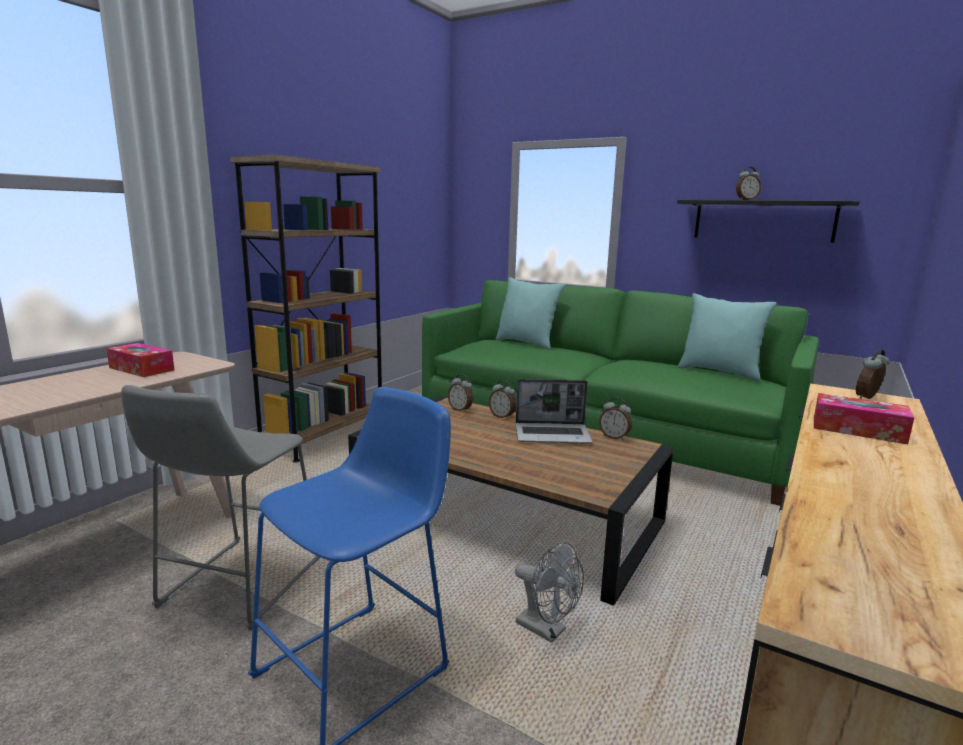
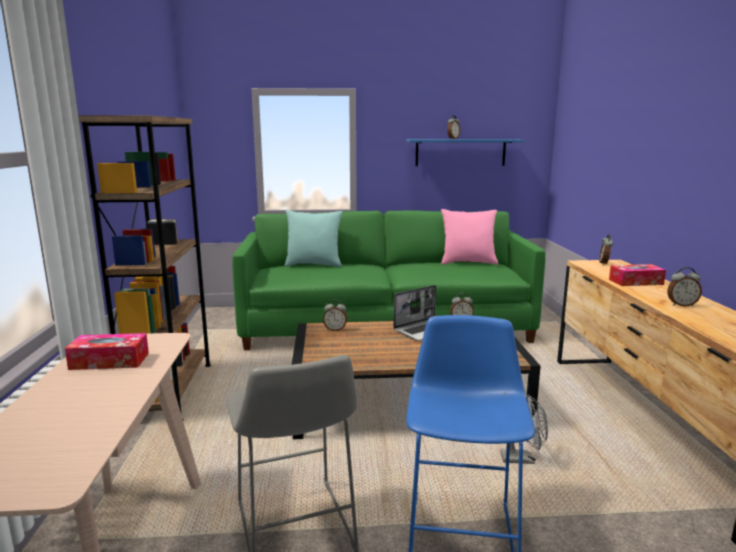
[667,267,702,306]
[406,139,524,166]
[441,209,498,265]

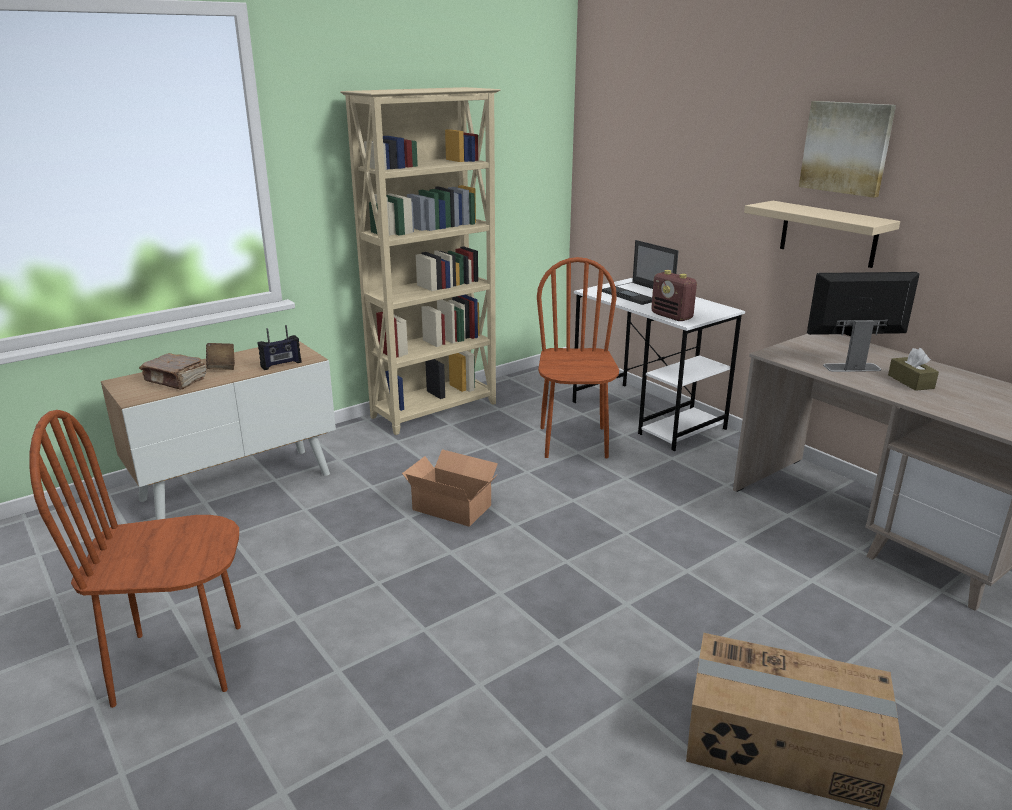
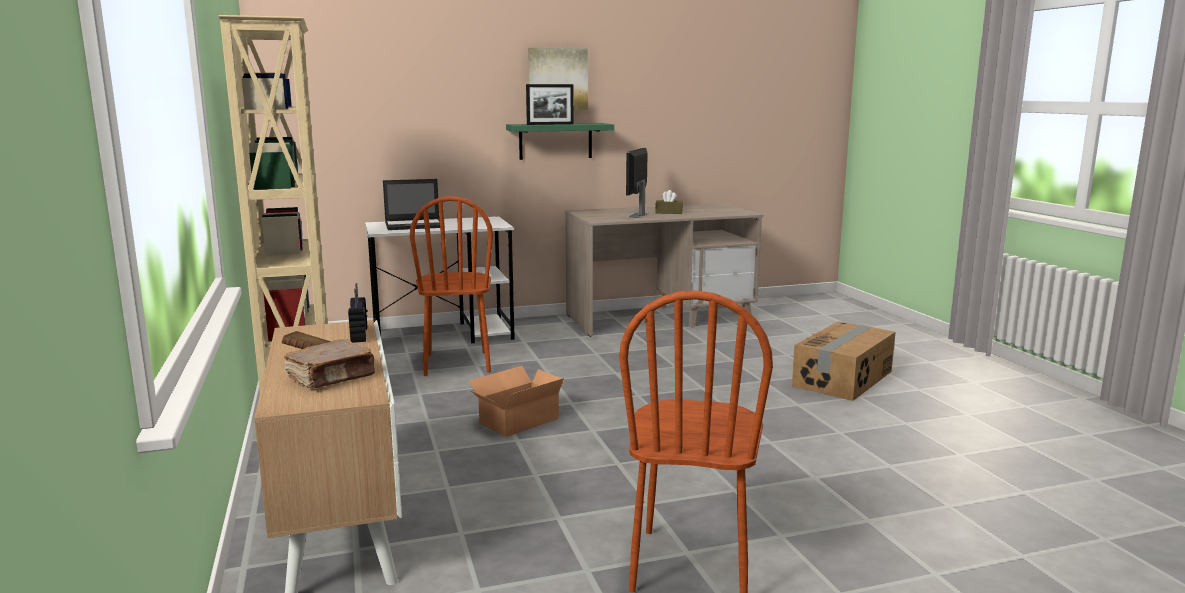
[410,196,493,376]
[651,270,697,321] (first image)
[506,123,614,160]
[526,84,574,125]

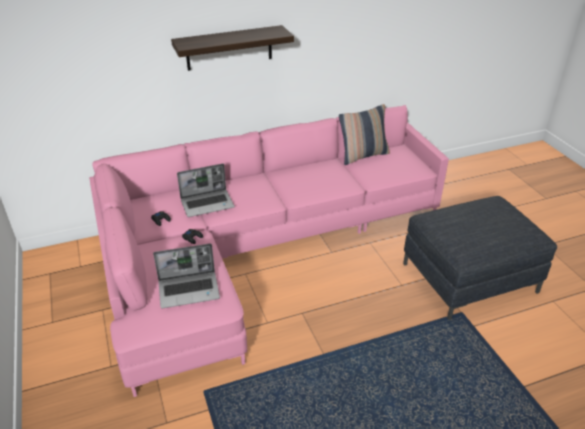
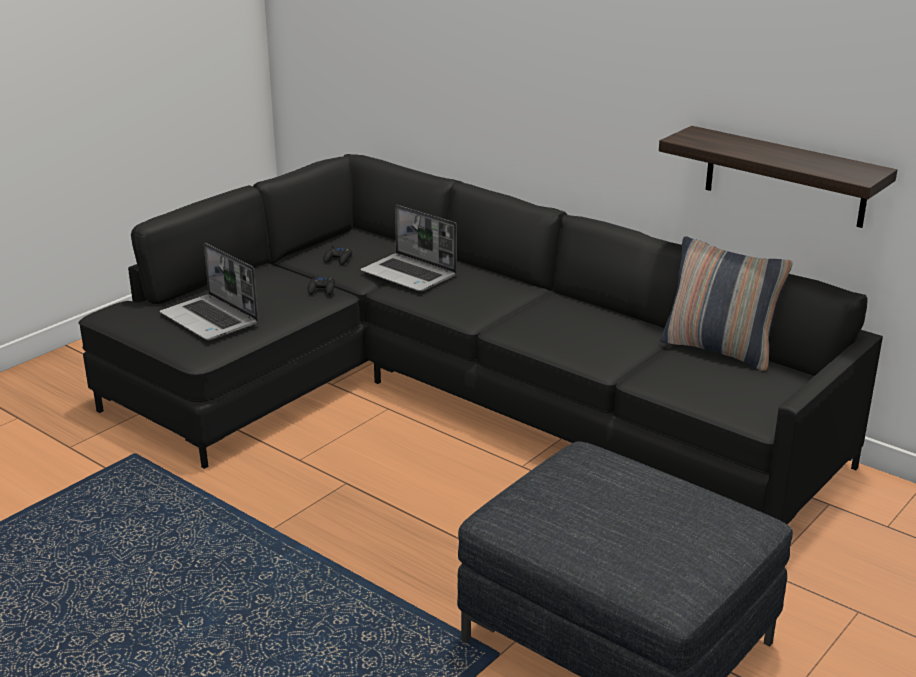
[78,154,883,525]
[659,126,897,228]

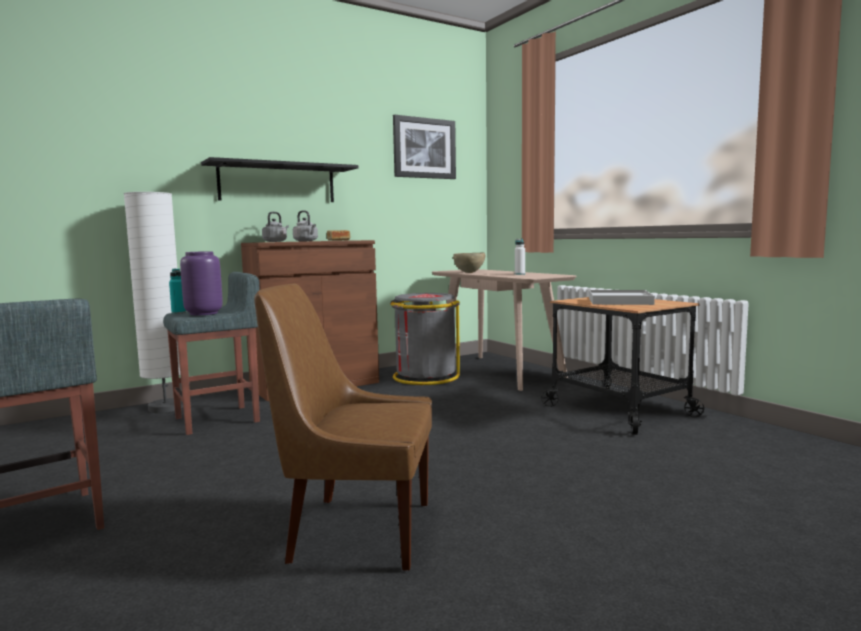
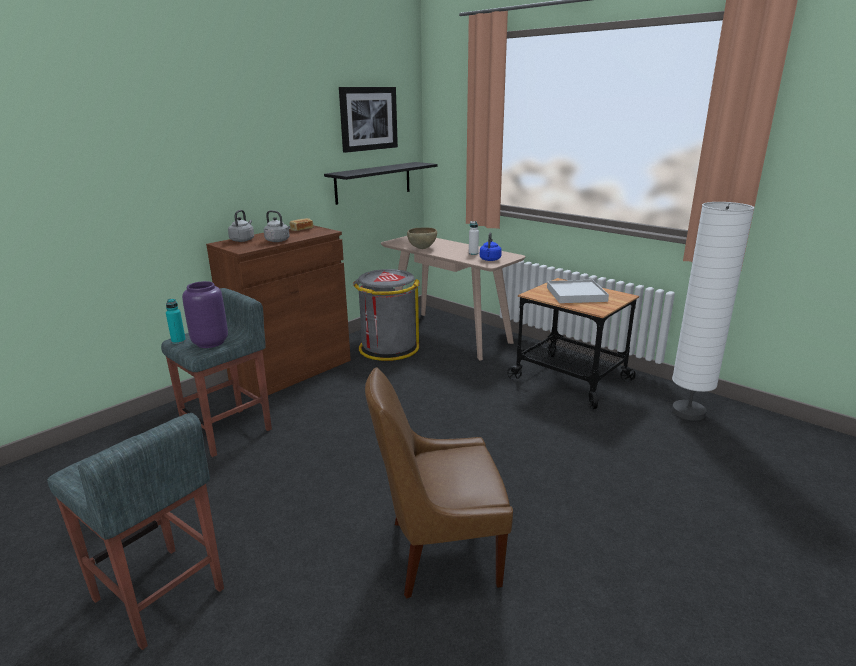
[672,202,754,421]
[324,162,437,205]
[480,232,502,261]

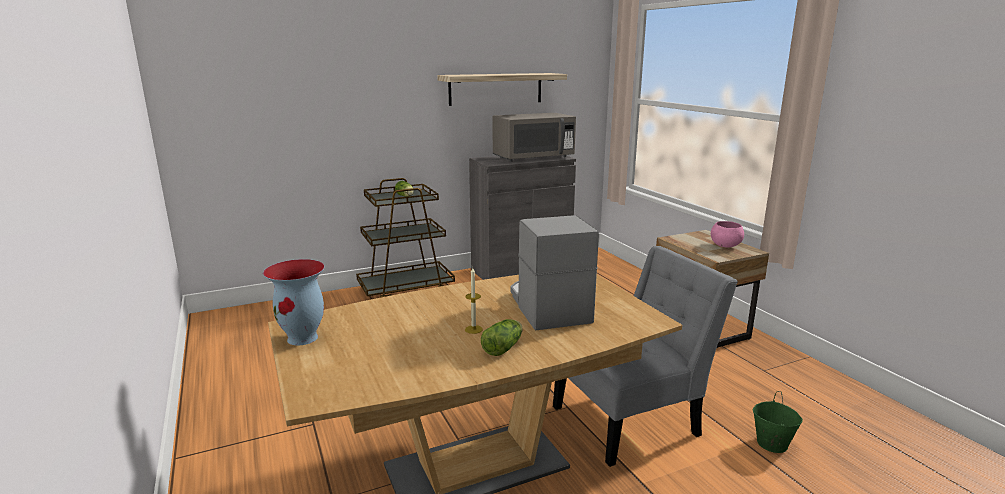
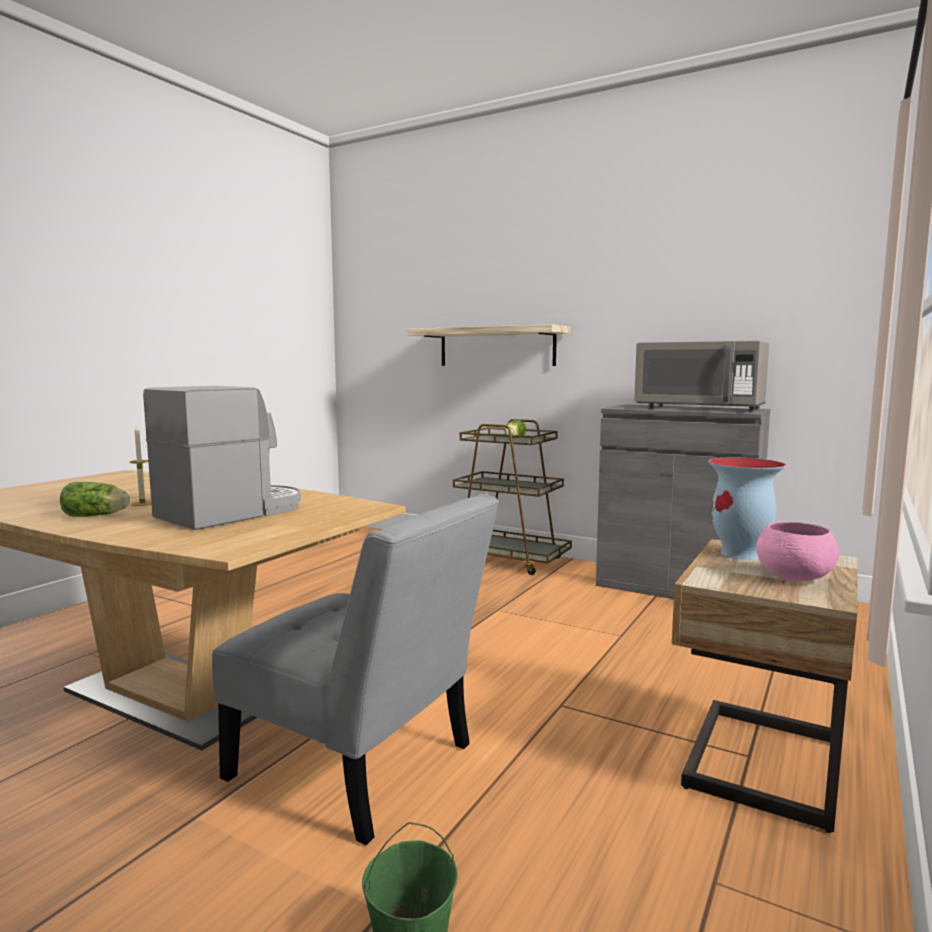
[708,457,786,560]
[407,324,570,366]

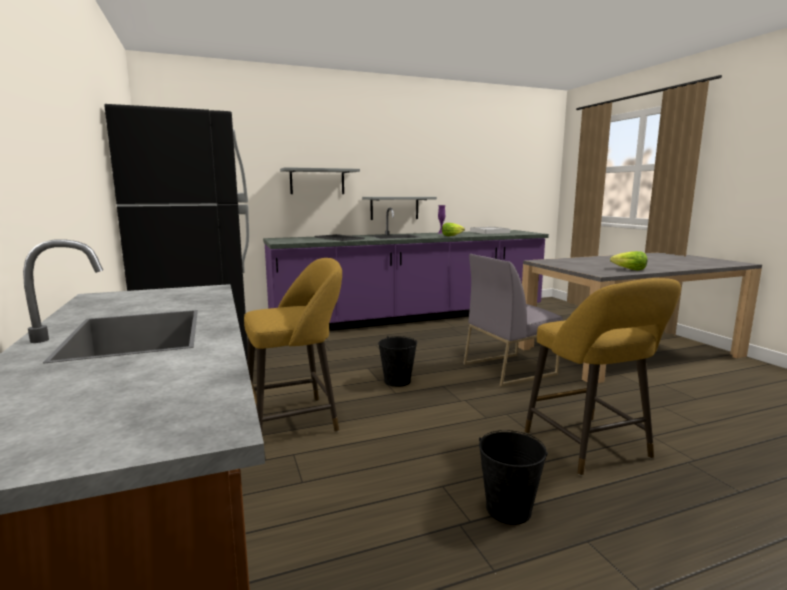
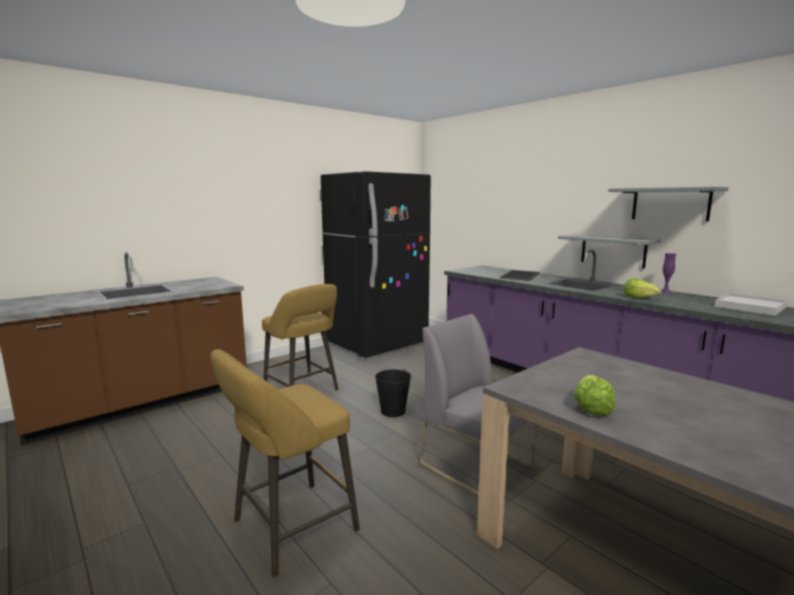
[608,187,729,221]
[479,430,548,525] (first image)

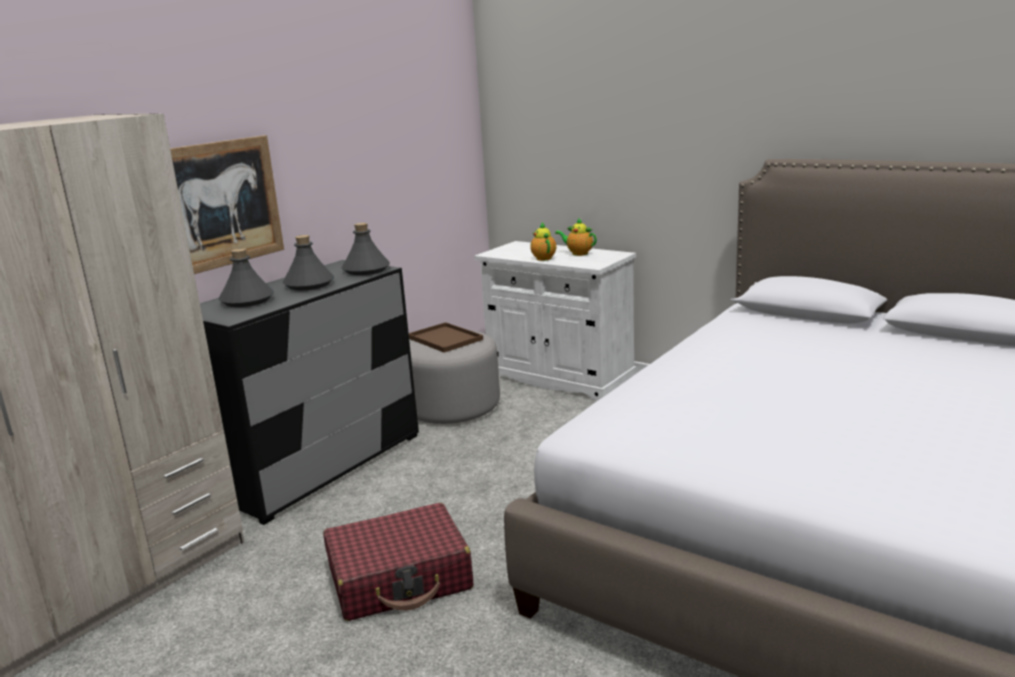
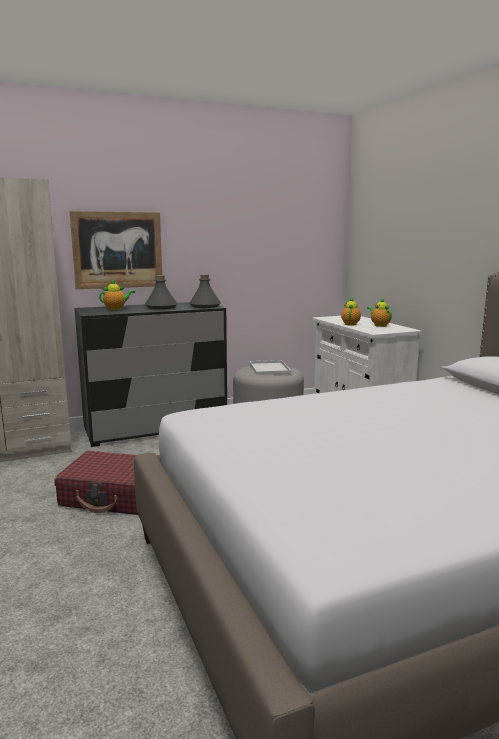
[99,279,135,310]
[250,360,291,375]

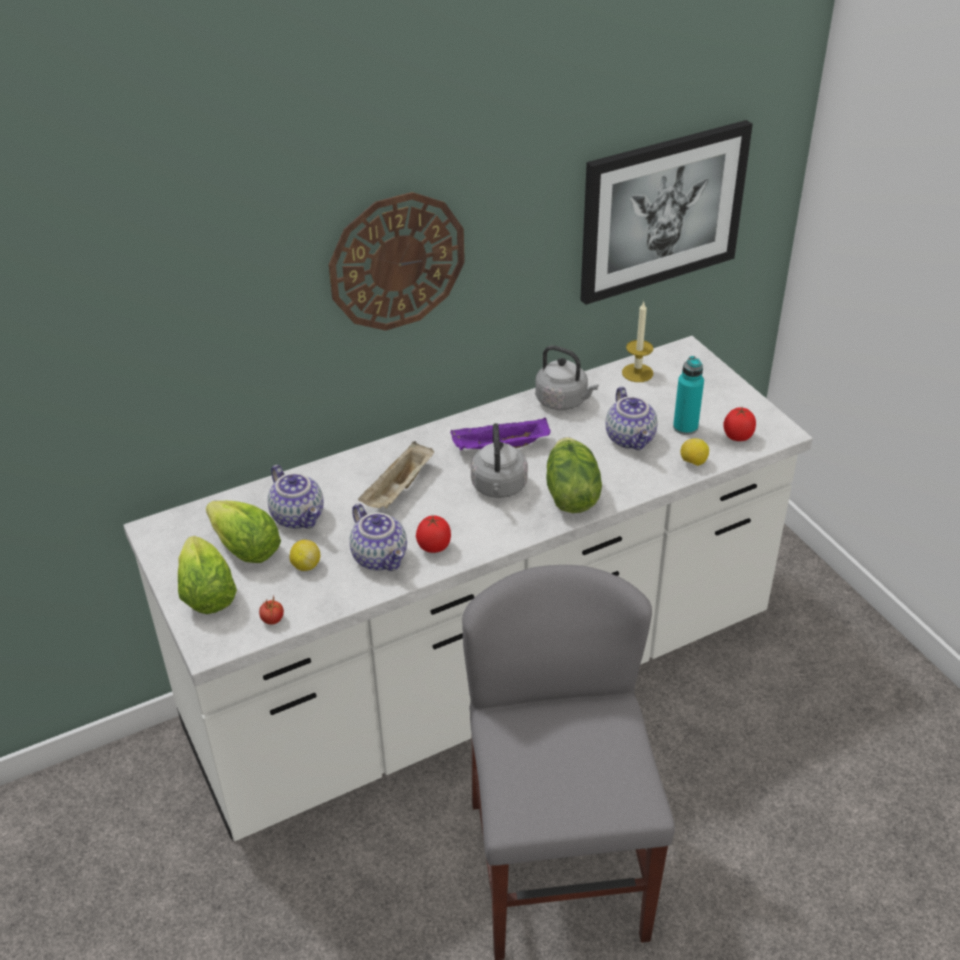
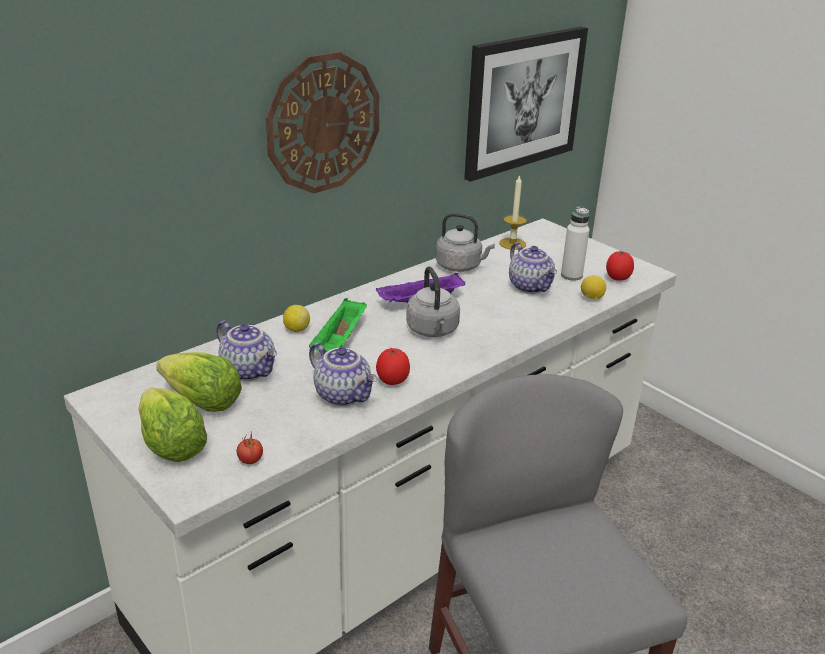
[283,305,310,332]
[309,298,367,351]
[546,437,602,513] (first image)
[561,206,590,281]

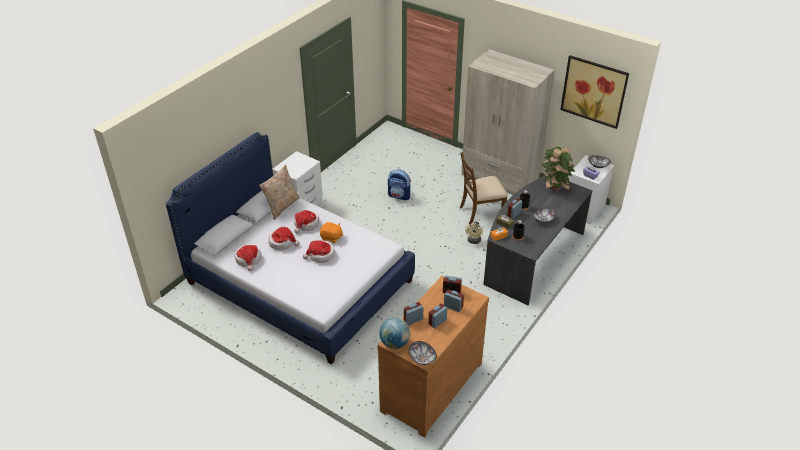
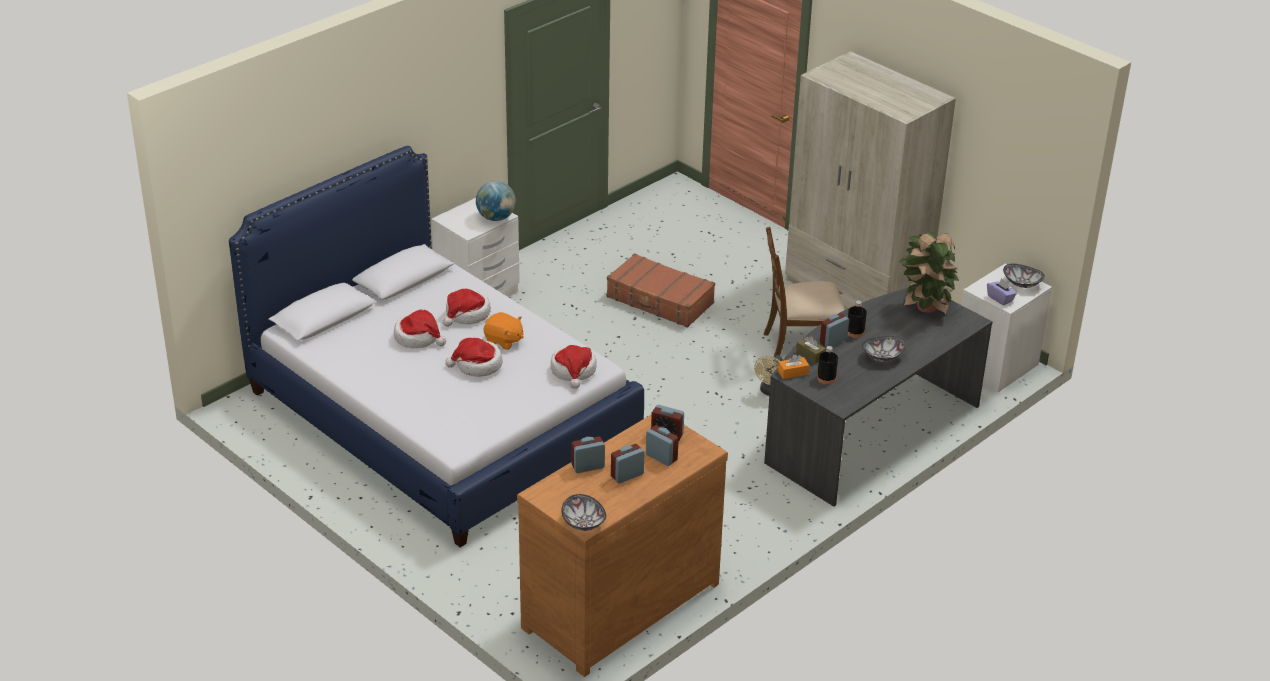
[551,345,597,389]
[259,164,300,220] (first image)
[476,181,516,221]
[607,253,715,328]
[560,55,629,129] (first image)

